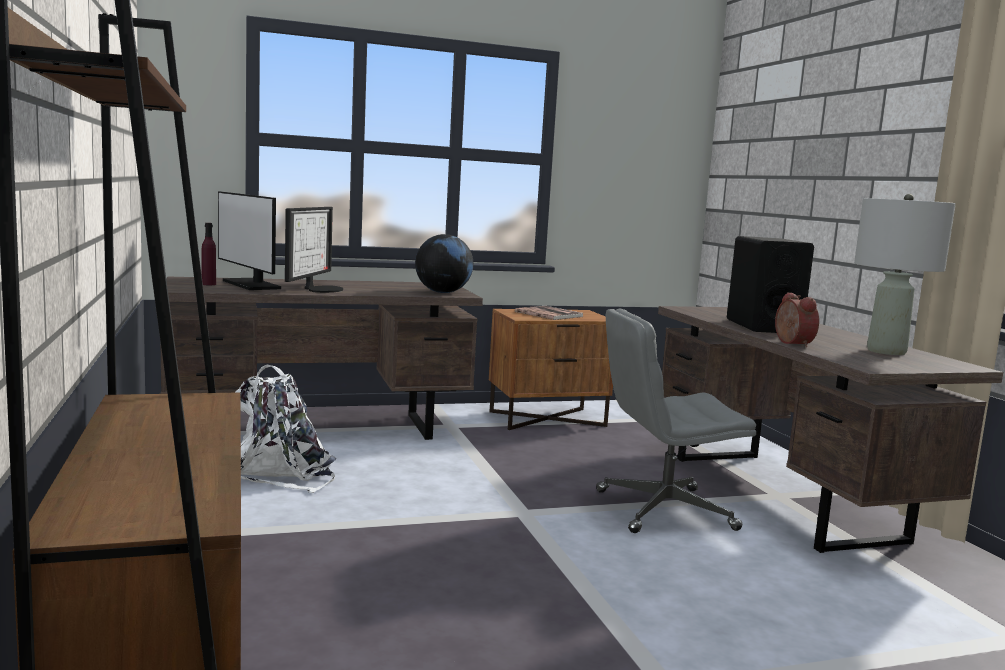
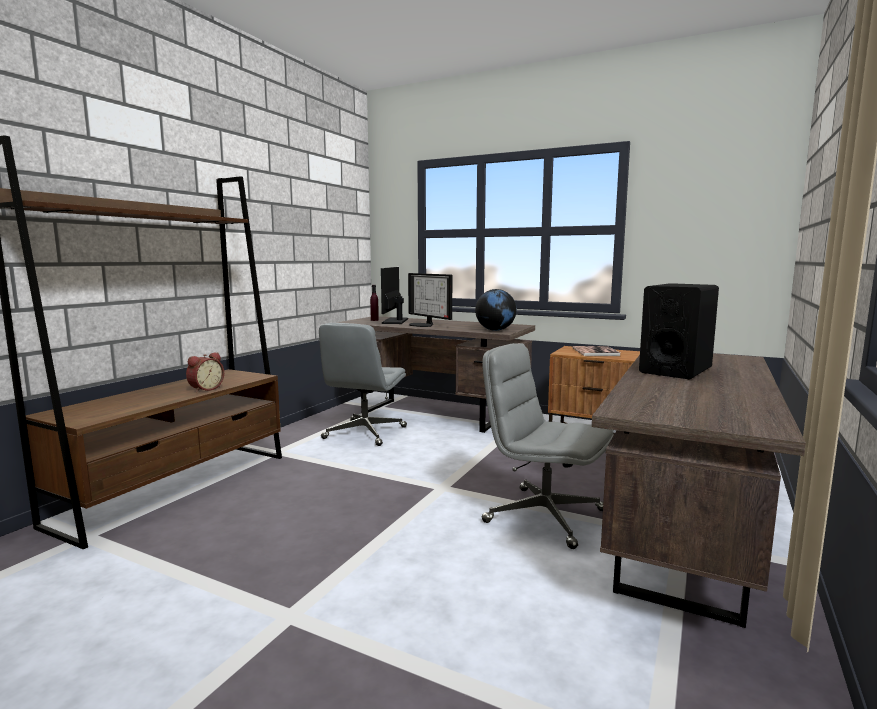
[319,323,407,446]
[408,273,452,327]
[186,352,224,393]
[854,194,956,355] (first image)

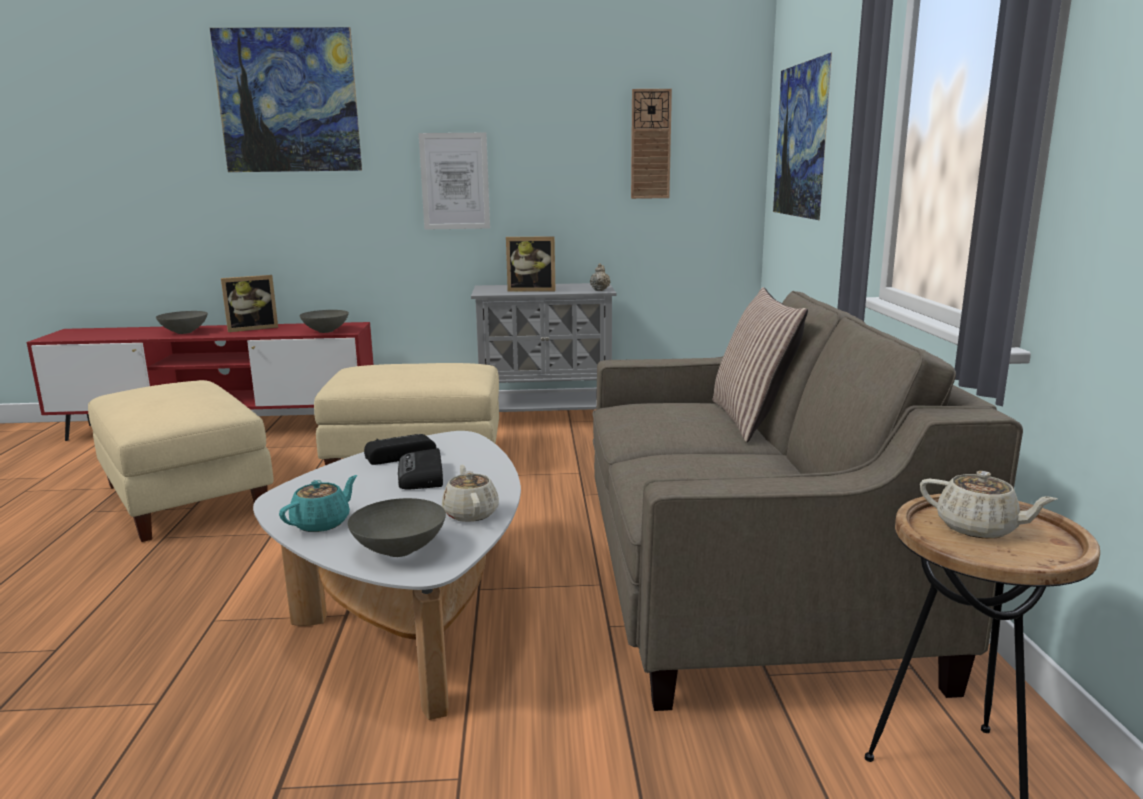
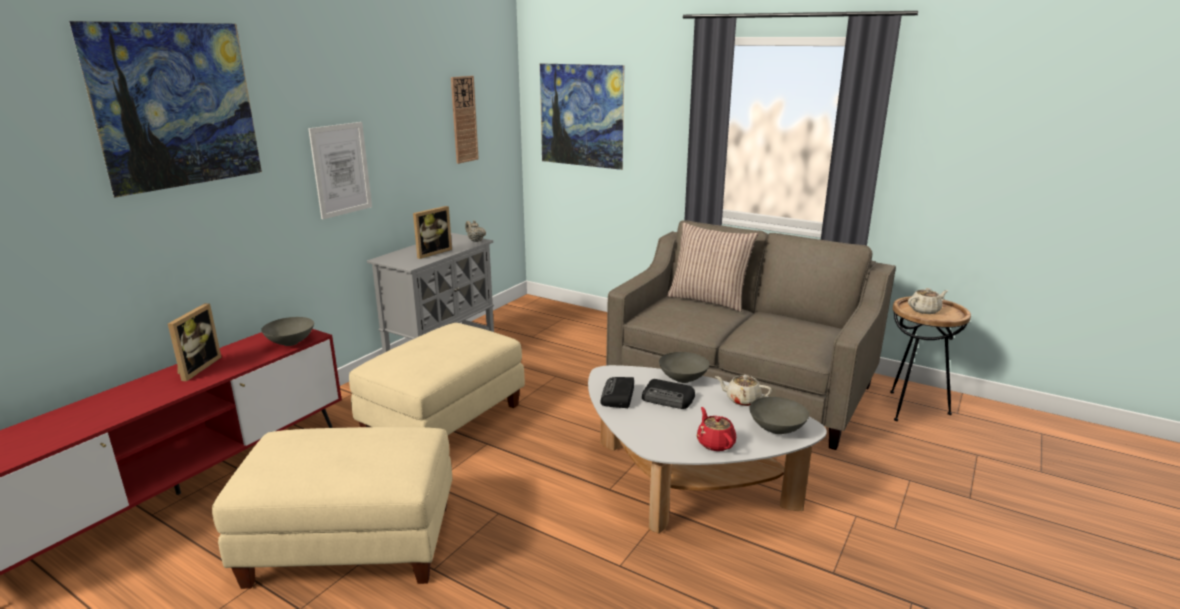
[659,352,709,383]
[697,407,736,451]

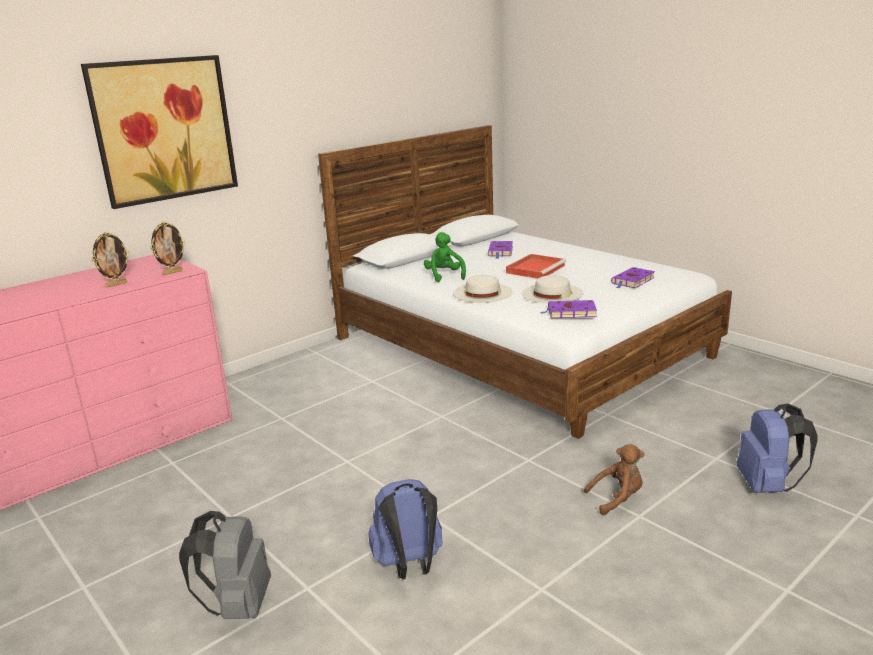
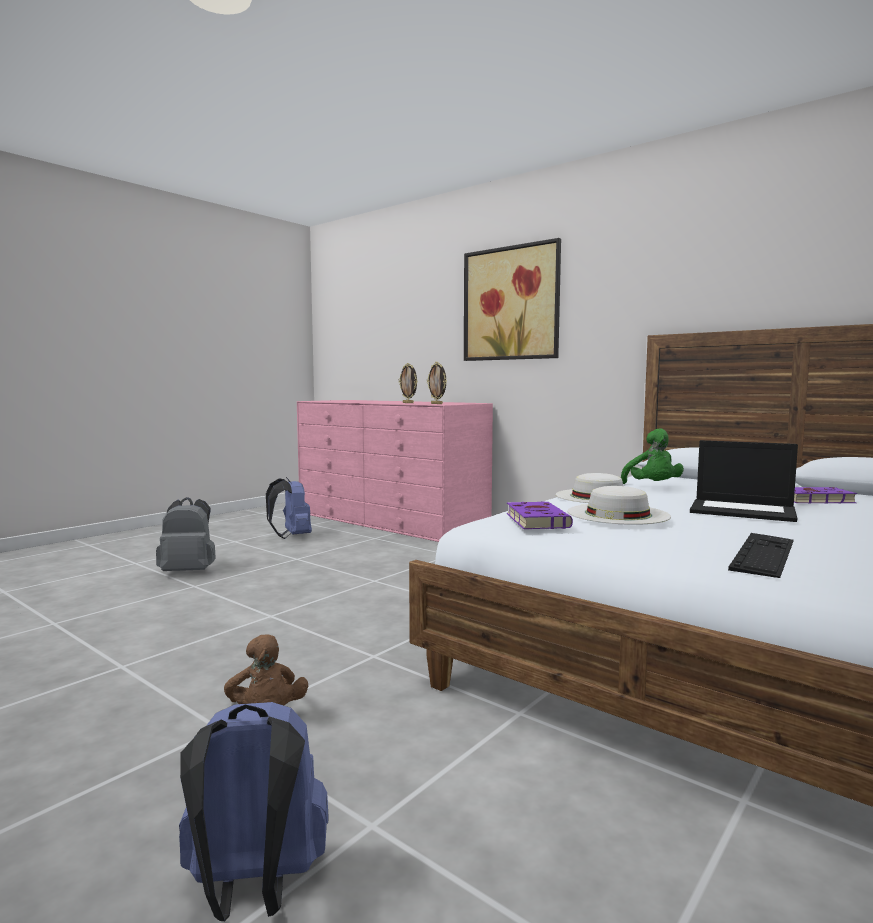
[266,477,312,539]
[621,428,684,484]
[690,440,798,522]
[728,533,794,578]

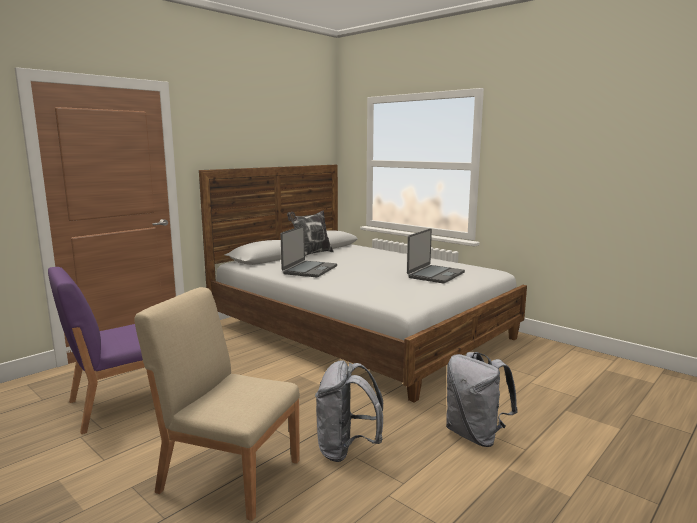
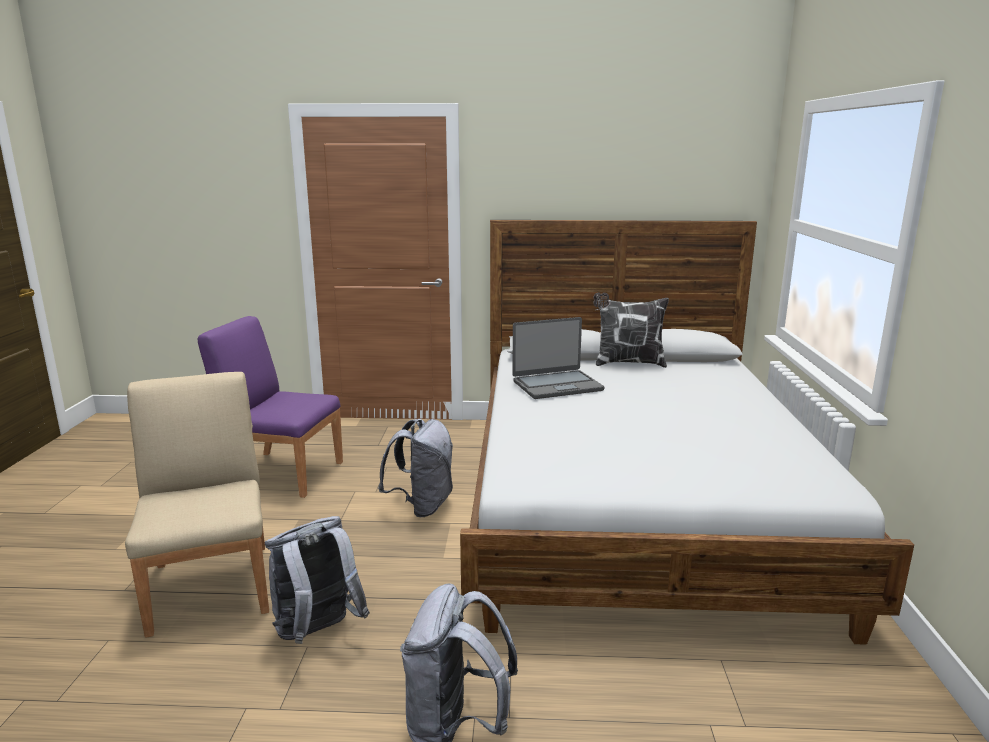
[407,228,465,283] (first image)
[378,419,453,517]

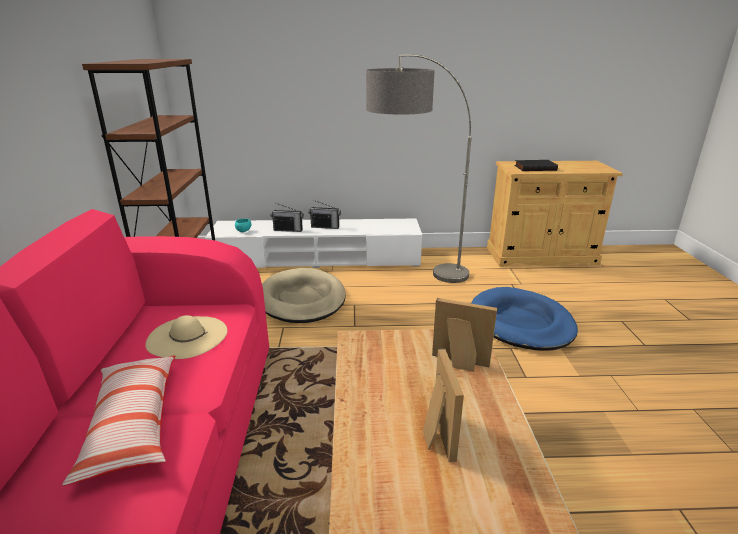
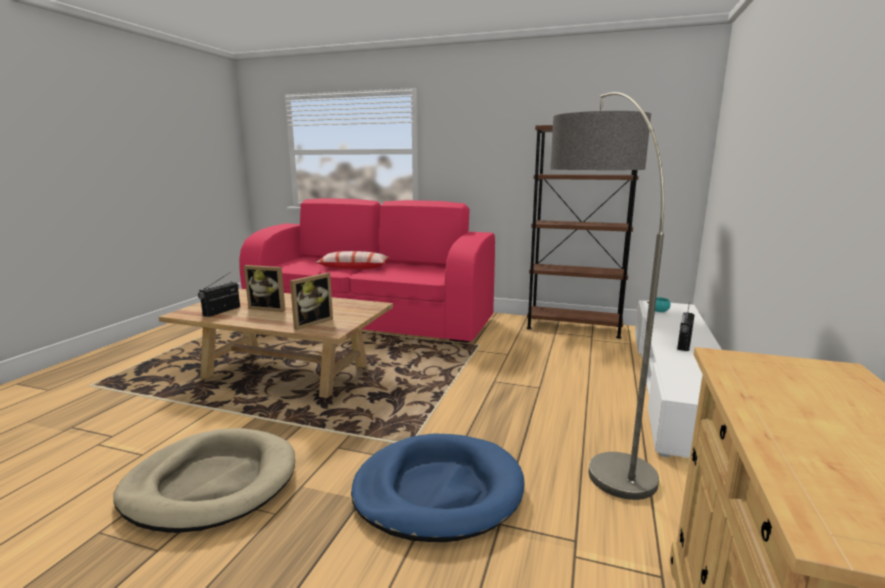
[145,315,228,359] (first image)
[113,428,295,533]
[198,272,240,317]
[515,160,558,171] (first image)

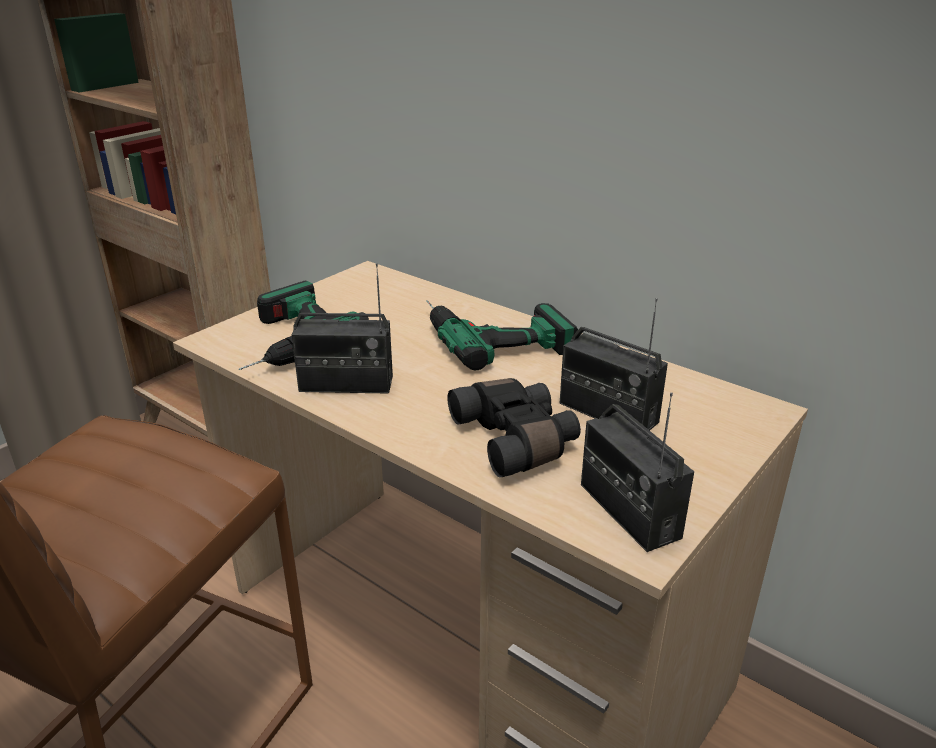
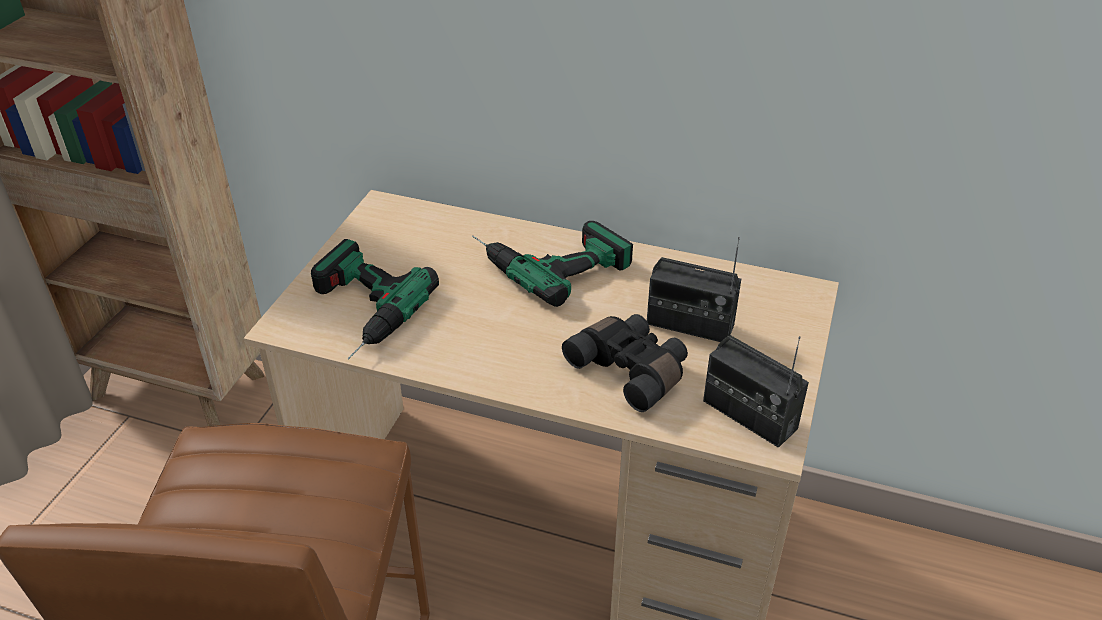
[292,263,393,394] (first image)

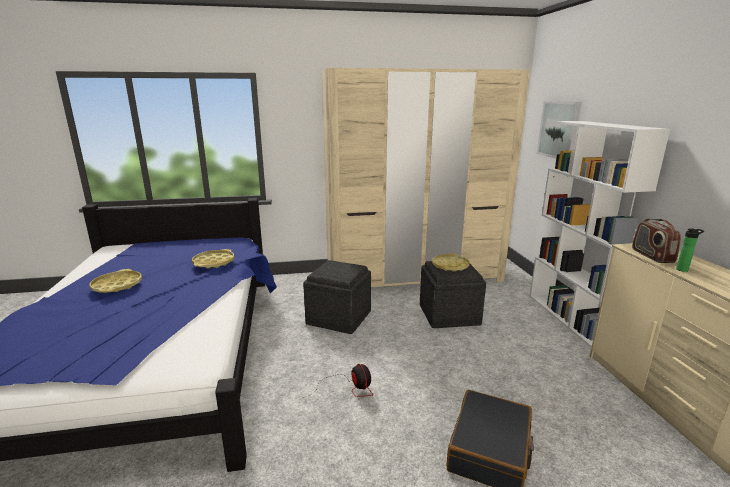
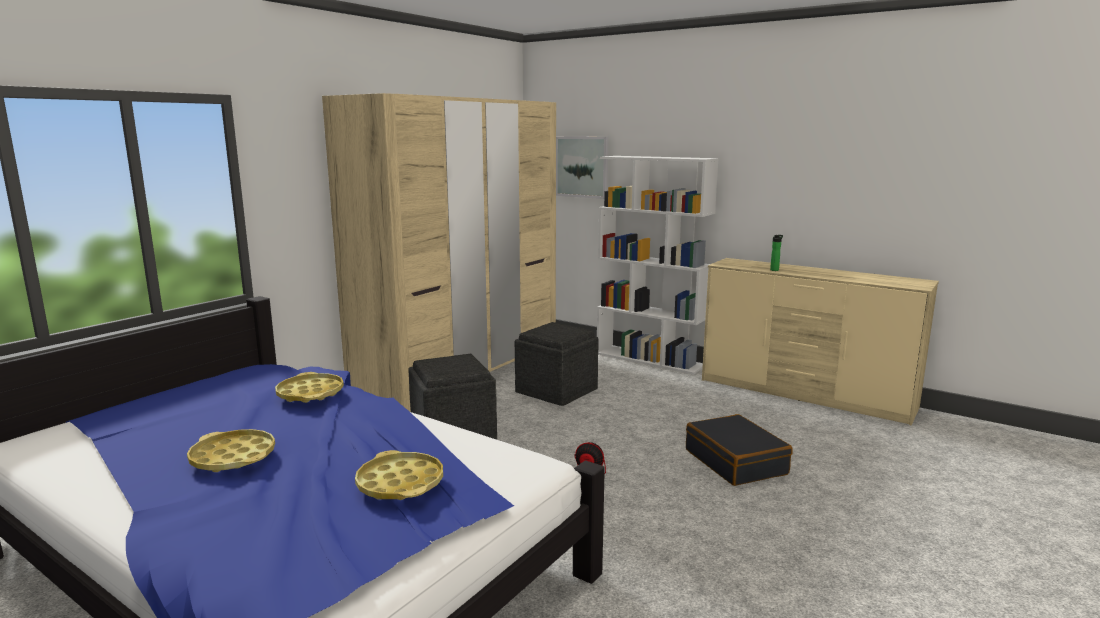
[355,450,443,500]
[632,219,681,263] (first image)

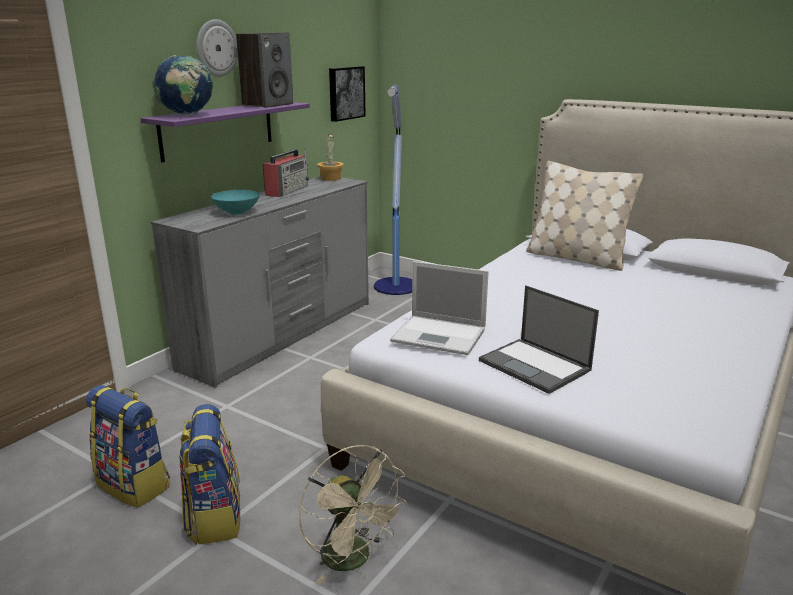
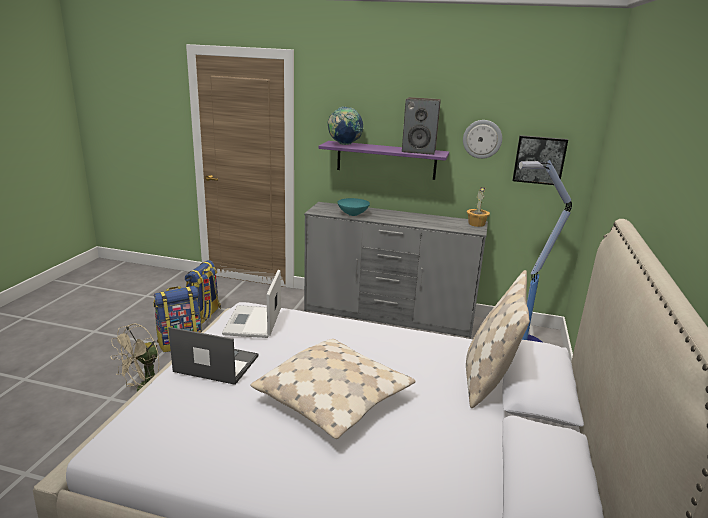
[463,120,502,159]
[263,147,309,197] (first image)
[168,327,258,385]
[250,339,416,439]

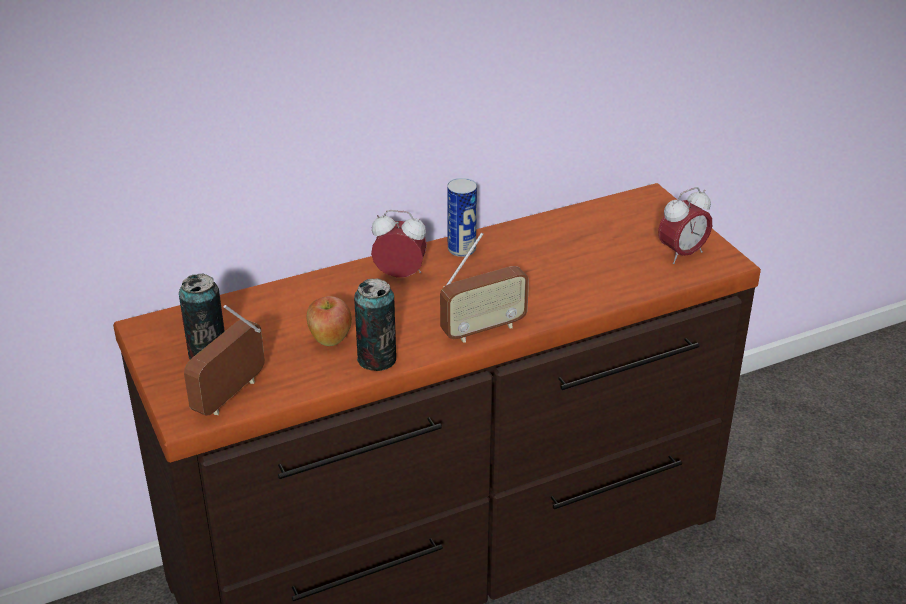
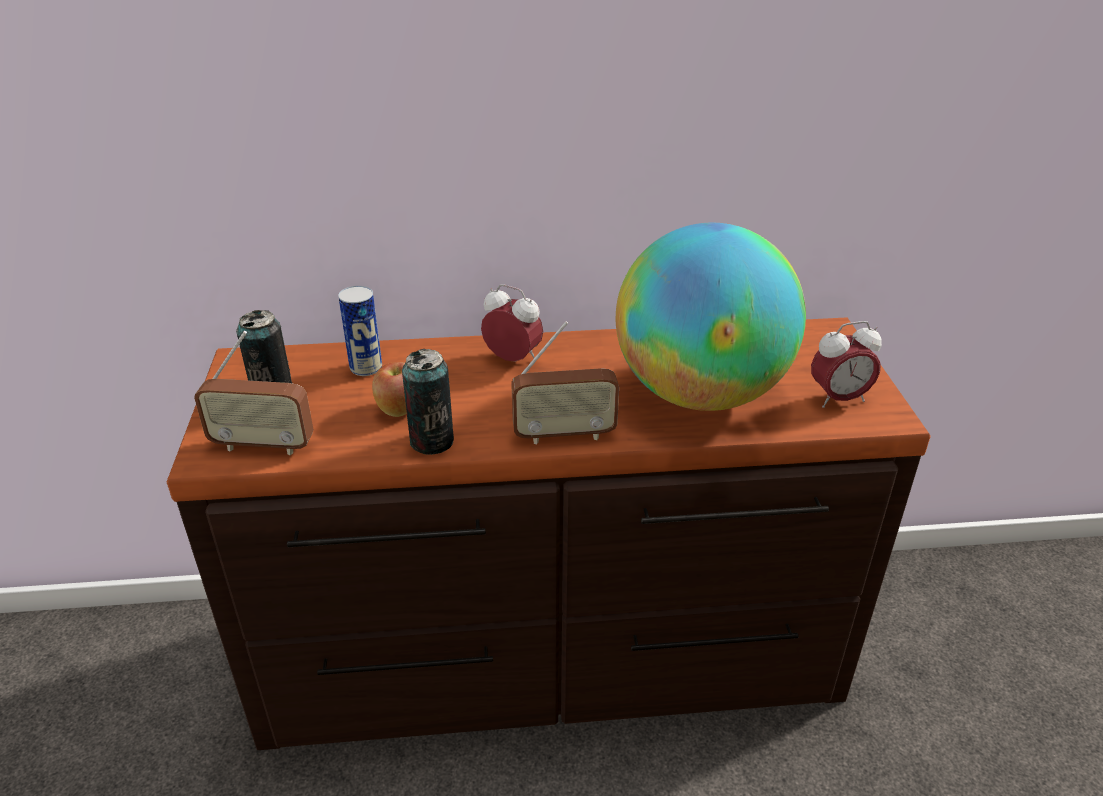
[194,331,314,455]
[338,286,382,376]
[616,222,806,411]

